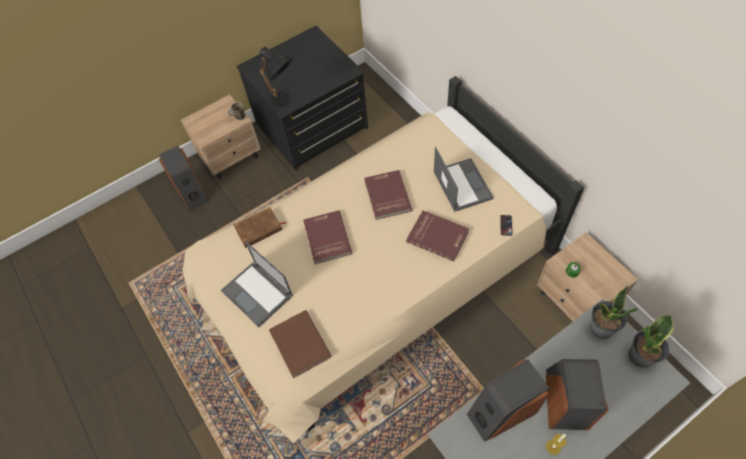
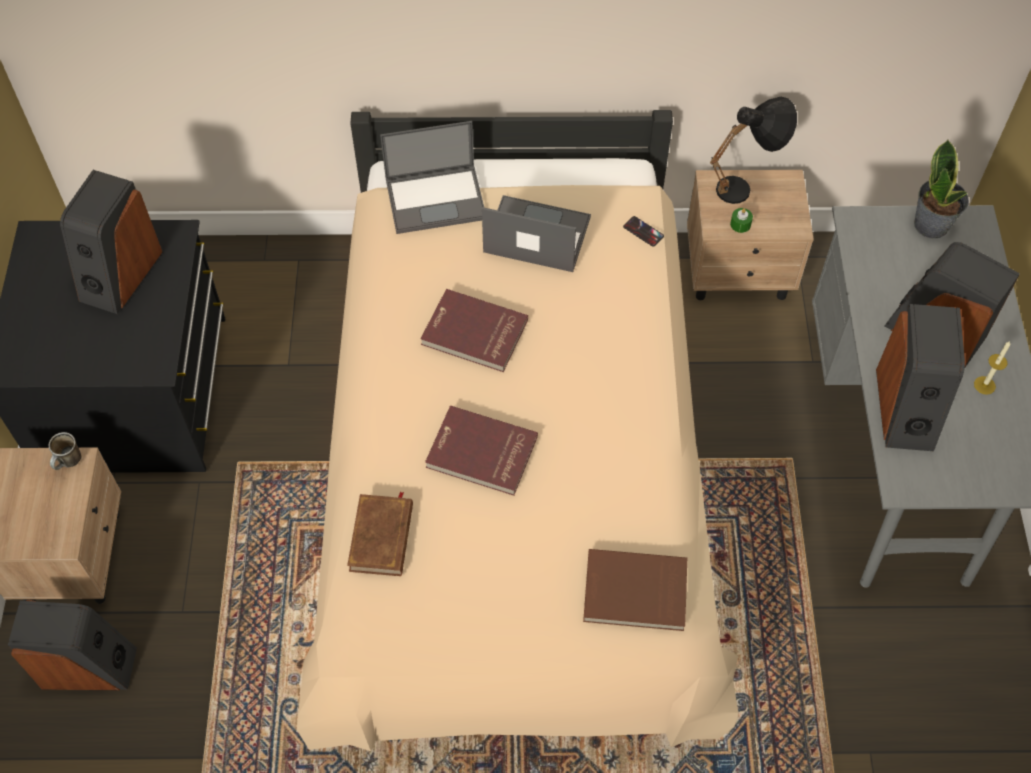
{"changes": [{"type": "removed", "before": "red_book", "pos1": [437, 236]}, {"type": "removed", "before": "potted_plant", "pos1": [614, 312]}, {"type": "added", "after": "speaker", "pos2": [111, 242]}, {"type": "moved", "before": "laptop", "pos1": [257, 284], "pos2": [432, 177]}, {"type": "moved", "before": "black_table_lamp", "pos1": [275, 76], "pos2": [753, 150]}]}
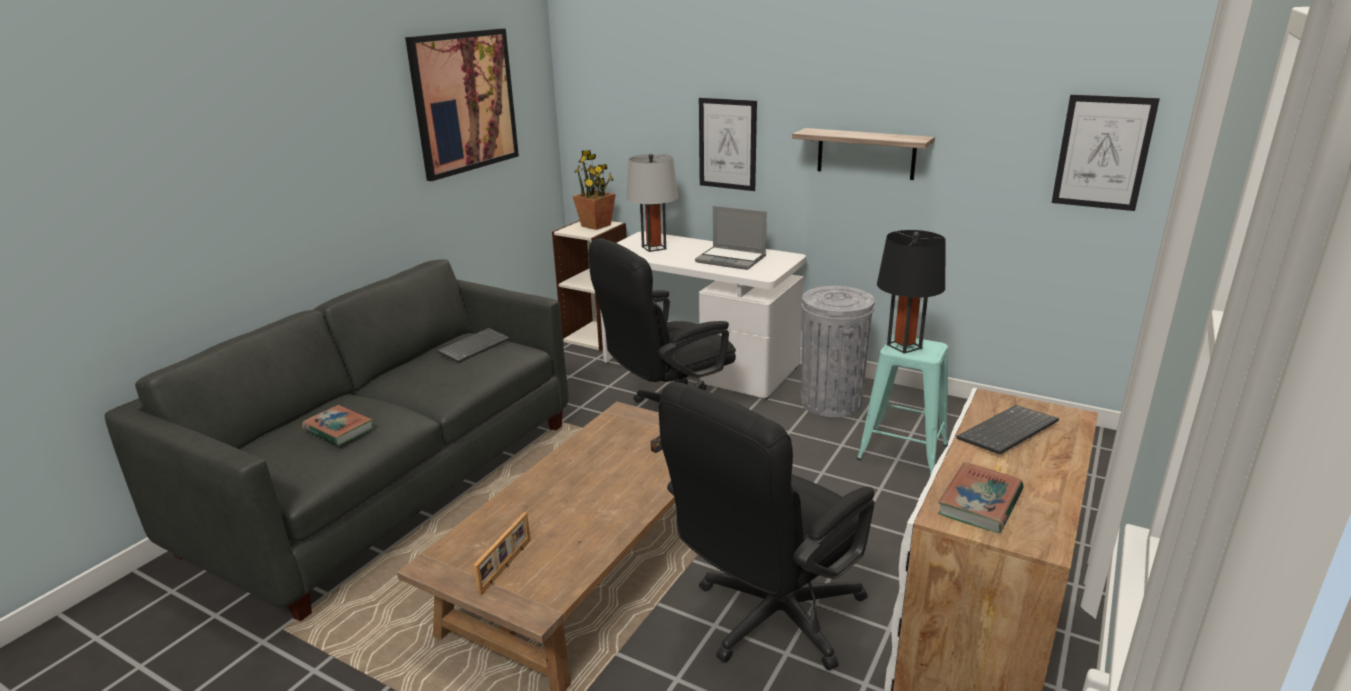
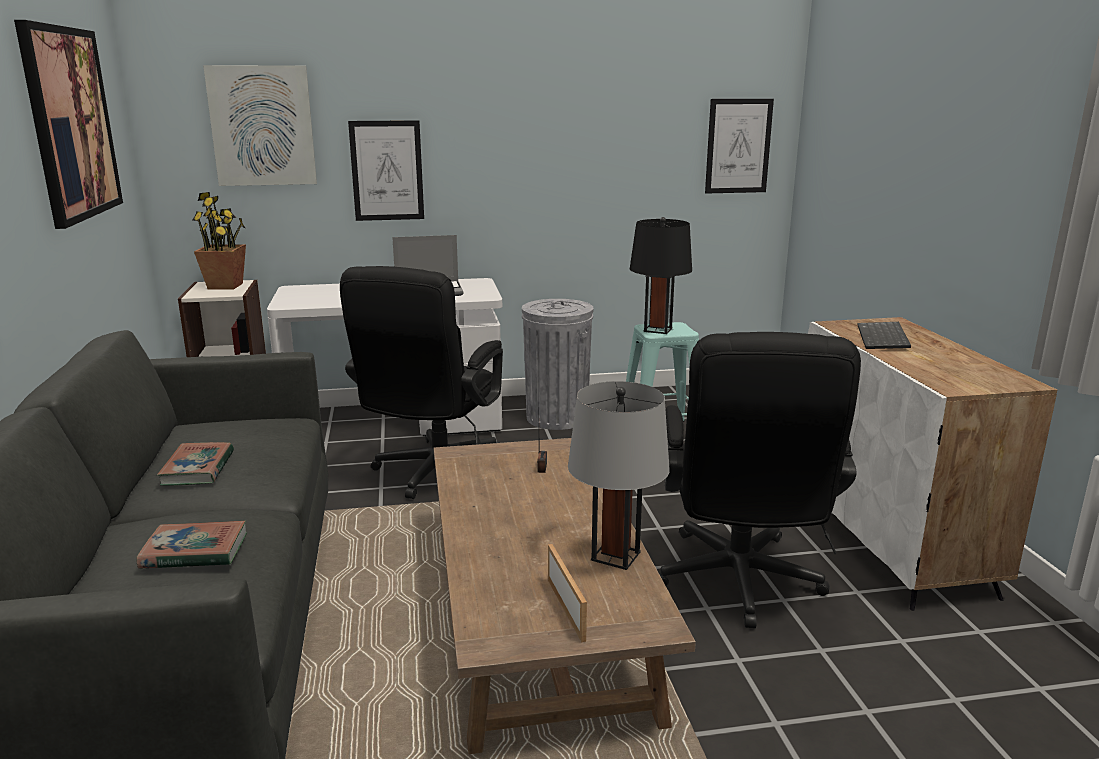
{"changes": [{"type": "removed", "before": "keyboard", "pos1": [473, 345]}, {"type": "removed", "before": "shelf", "pos1": [863, 154]}, {"type": "added", "after": "picture", "pos2": [260, 125]}, {"type": "moved", "before": "grey_table_lamp", "pos1": [652, 203], "pos2": [619, 475]}, {"type": "moved", "before": "book", "pos1": [981, 497], "pos2": [195, 464]}]}
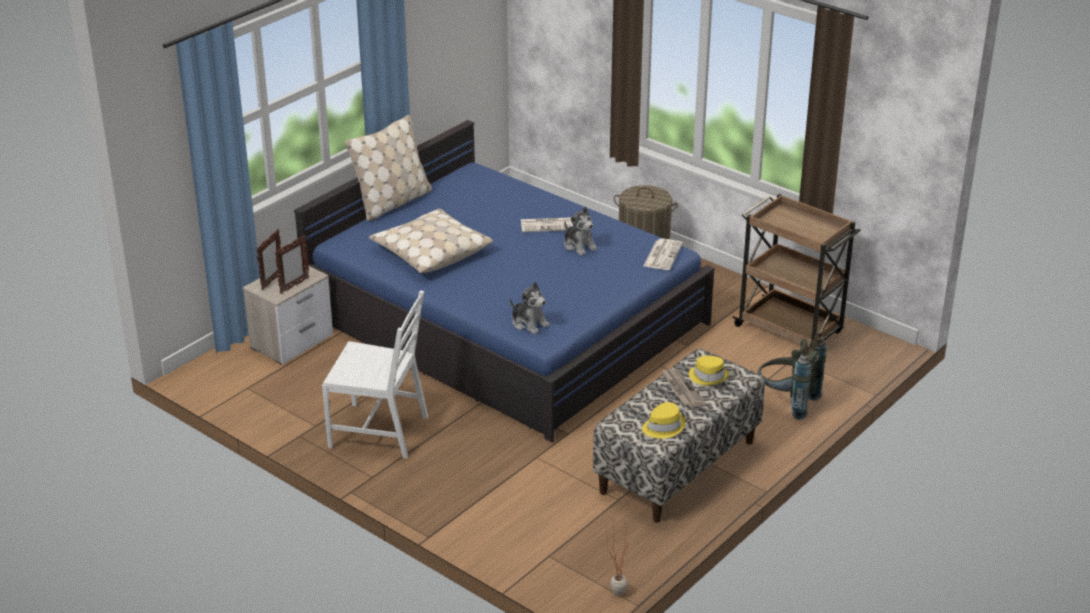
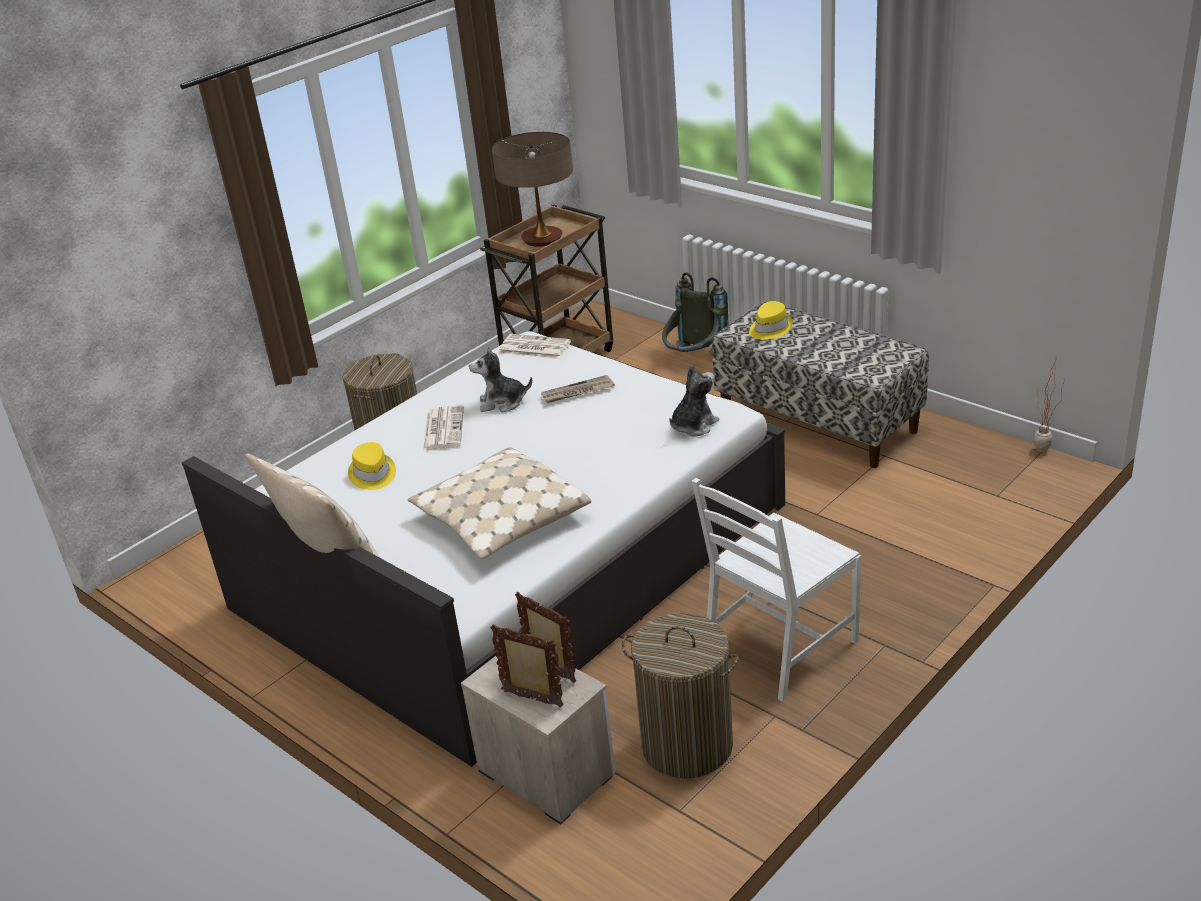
{"changes": [{"type": "added", "after": "table_lamp", "pos2": [532, 189]}, {"type": "added", "after": "laundry_basket", "pos2": [680, 695]}, {"type": "moved", "before": "yellow_hat", "pos1": [663, 420], "pos2": [372, 466]}, {"type": "moved", "before": "newspaper", "pos1": [683, 388], "pos2": [578, 389]}, {"type": "recoloured", "before": "blue_bed", "after": "white_bed", "pos1": [504, 281], "pos2": [483, 549]}, {"type": "turned", "before": "white_chair", "pos1": [375, 374], "pos2": [776, 590], "turn": -150}, {"type": "turned", "before": "plush_toy", "pos1": [581, 231], "pos2": [500, 380], "turn": -150}]}
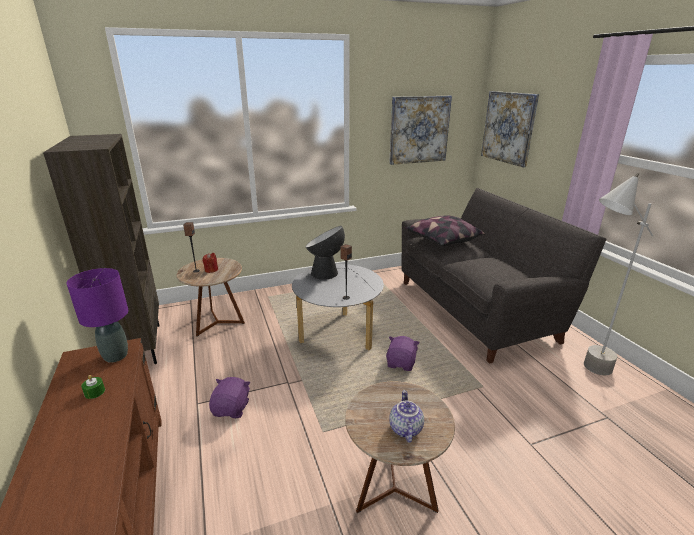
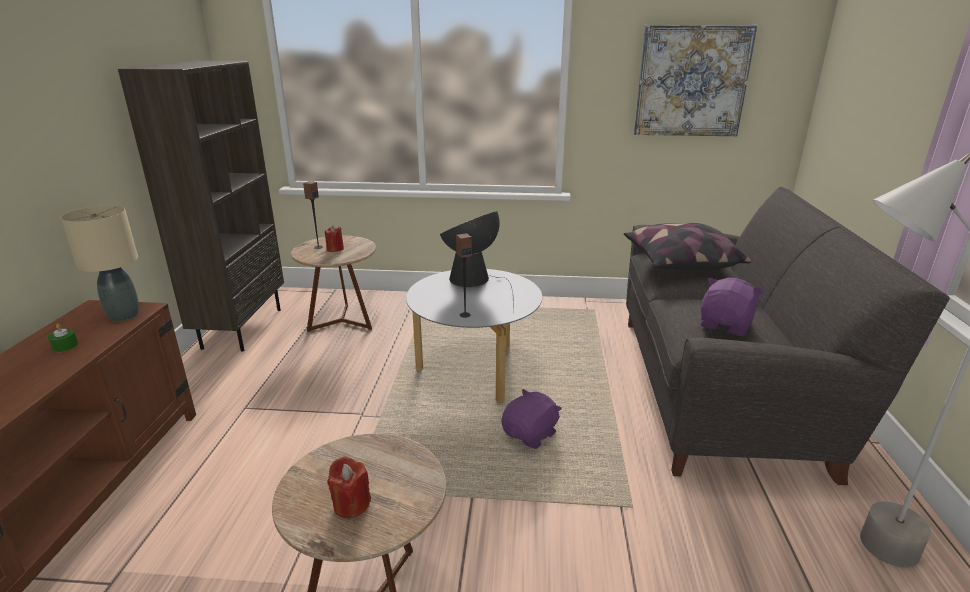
{"changes": [{"type": "removed", "before": "picture", "pos1": [510, 129]}, {"type": "moved", "before": "purple_plush_toy", "pos1": [229, 397], "pos2": [733, 307]}, {"type": "replaced", "before": "teapot", "after": "red_candle", "pos1": [406, 416], "pos2": [349, 487]}, {"type": "recoloured", "before": "purple_table_lamp", "after": "beige_table_lamp", "pos1": [97, 315], "pos2": [99, 263]}]}
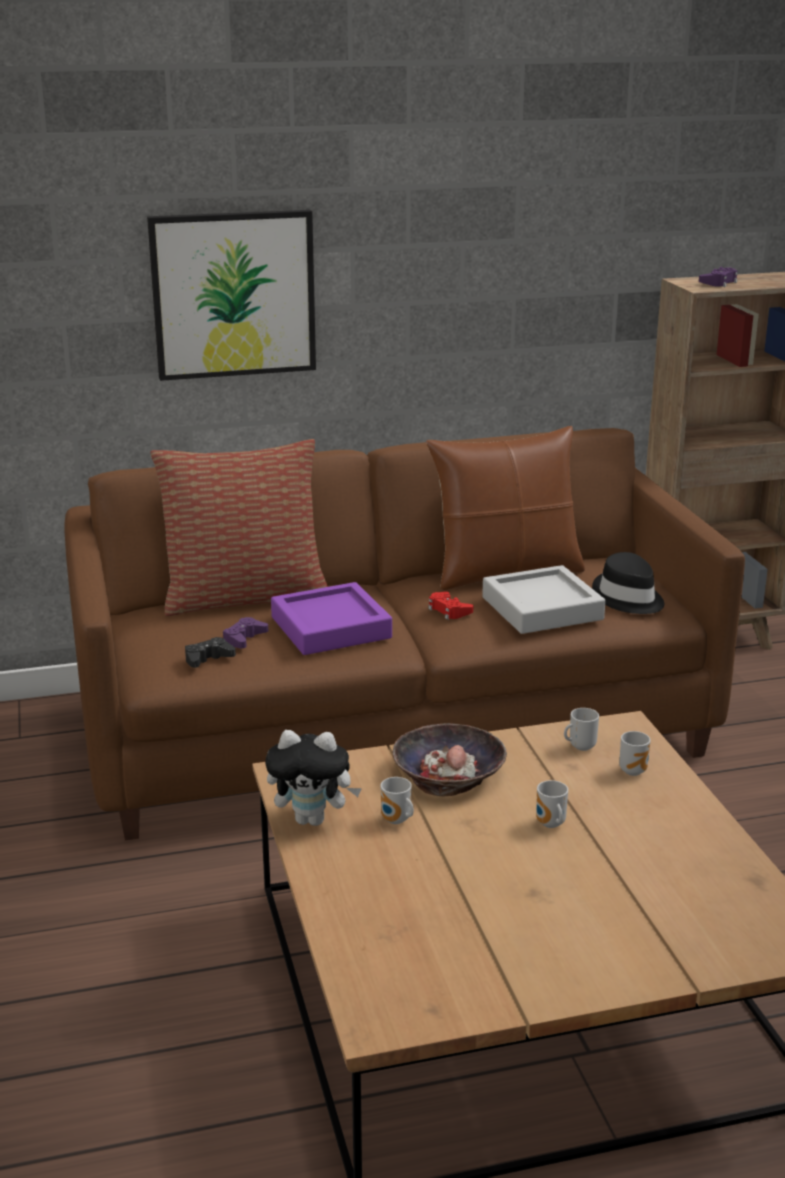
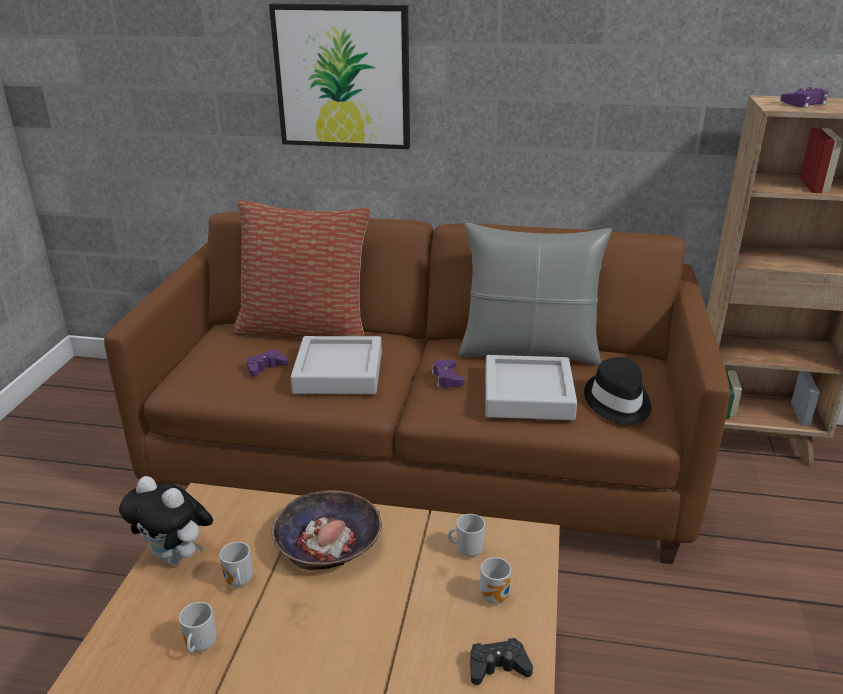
{"changes": [{"type": "moved", "before": "black_game_controller", "pos1": [210, 652], "pos2": [501, 661]}, {"type": "moved", "before": "mug", "pos1": [552, 804], "pos2": [198, 627]}, {"type": "recoloured", "before": "purple_tray", "after": "grey_tray", "pos1": [331, 618], "pos2": [336, 365]}, {"type": "recoloured", "before": "brown_pillow", "after": "grey_pillow", "pos1": [505, 508], "pos2": [535, 294]}, {"type": "recoloured", "before": "red_game_controller", "after": "purple_game_controller", "pos1": [450, 605], "pos2": [448, 373]}]}
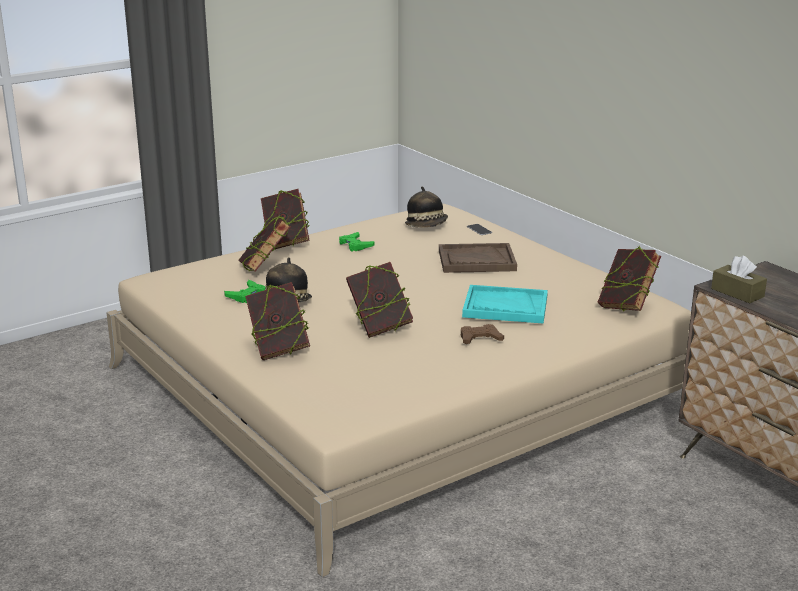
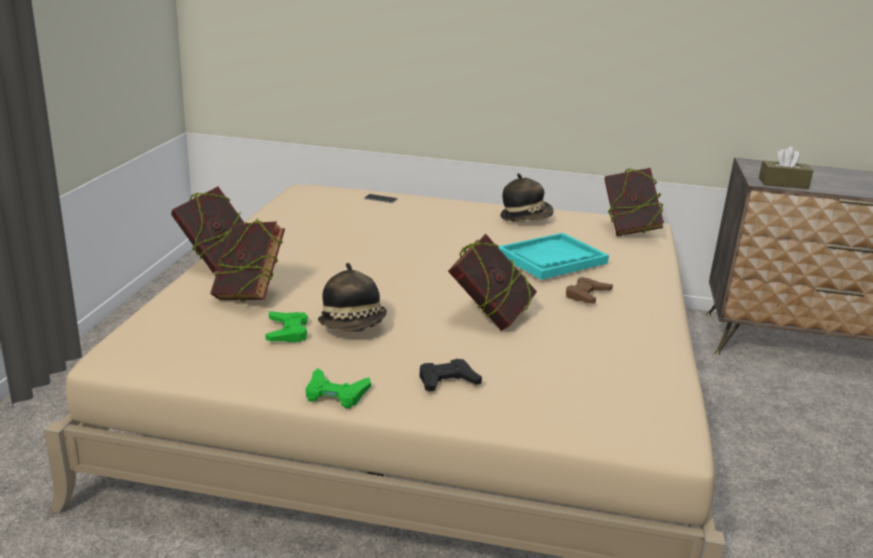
{"changes": [{"type": "removed", "before": "brown_tray", "pos1": [478, 258]}, {"type": "moved", "before": "green_game_controller", "pos1": [357, 242], "pos2": [338, 388]}, {"type": "moved", "before": "hat", "pos1": [426, 207], "pos2": [527, 197]}, {"type": "replaced", "before": "book", "after": "black_game_controller", "pos1": [277, 321], "pos2": [450, 375]}]}
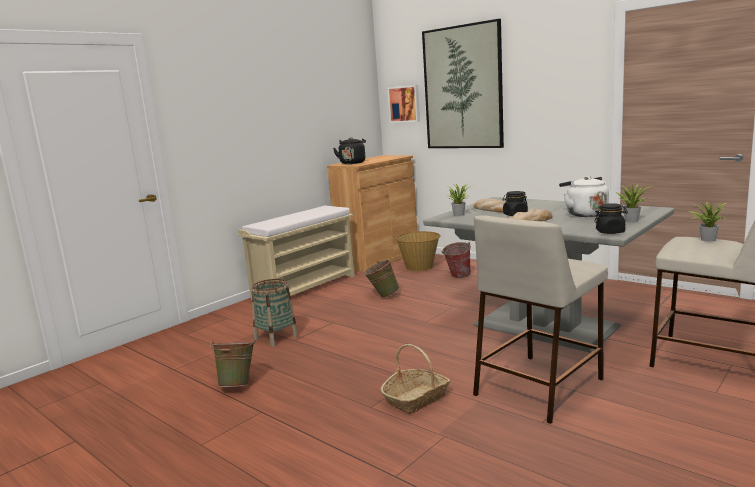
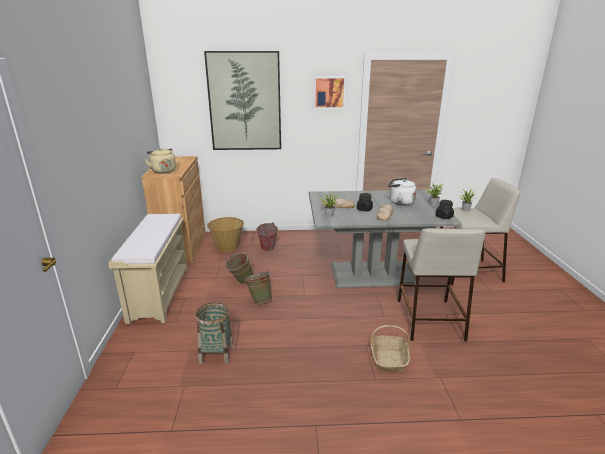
{"changes": [{"type": "moved", "before": "green_bucket", "pos1": [232, 363], "pos2": [258, 287]}, {"type": "moved", "before": "picture", "pos1": [404, 104], "pos2": [330, 92]}, {"type": "recoloured", "before": "black_kettle", "after": "beige_kettle", "pos1": [349, 150], "pos2": [160, 160]}]}
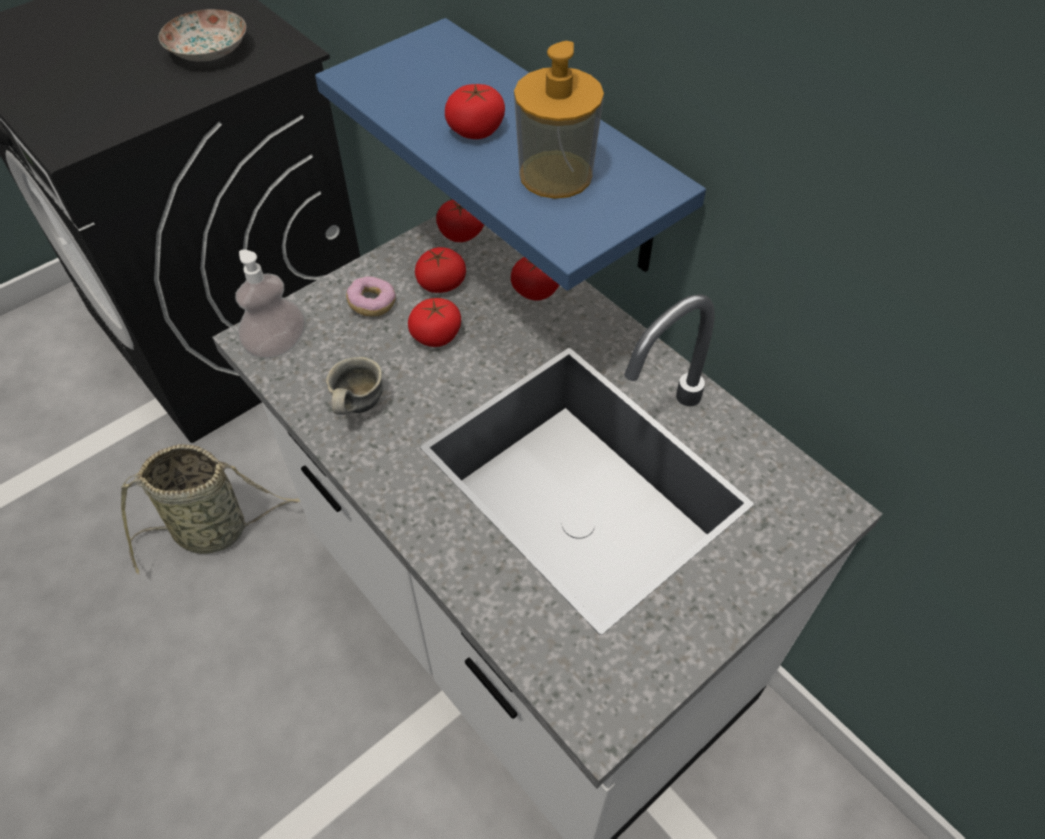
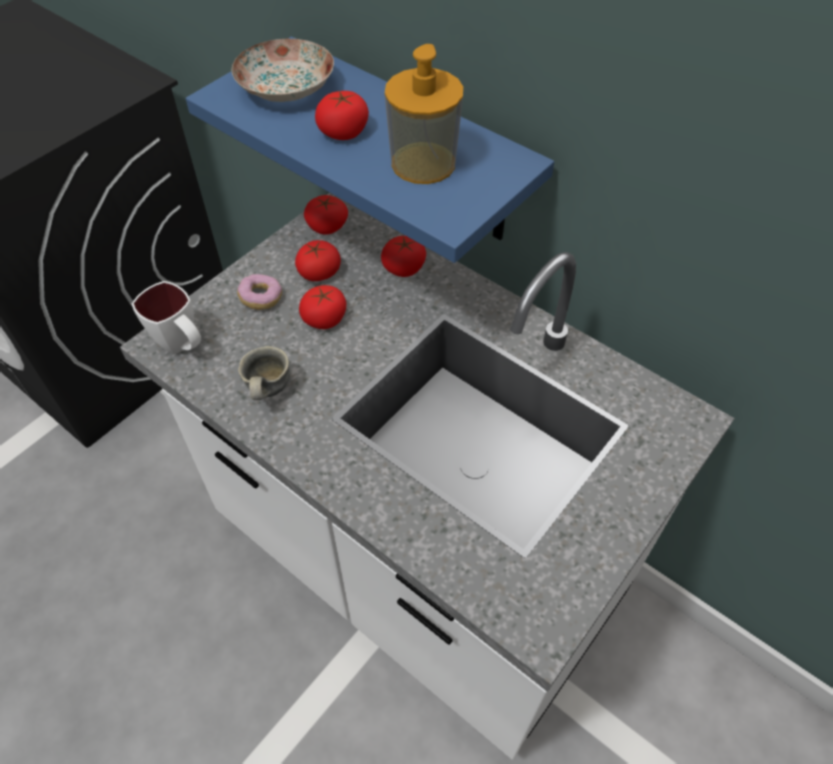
{"changes": [{"type": "removed", "before": "basket", "pos1": [210, 509]}, {"type": "moved", "before": "plate", "pos1": [202, 35], "pos2": [283, 70]}, {"type": "replaced", "before": "soap_dispenser", "after": "white_mug", "pos1": [270, 303], "pos2": [166, 317]}]}
